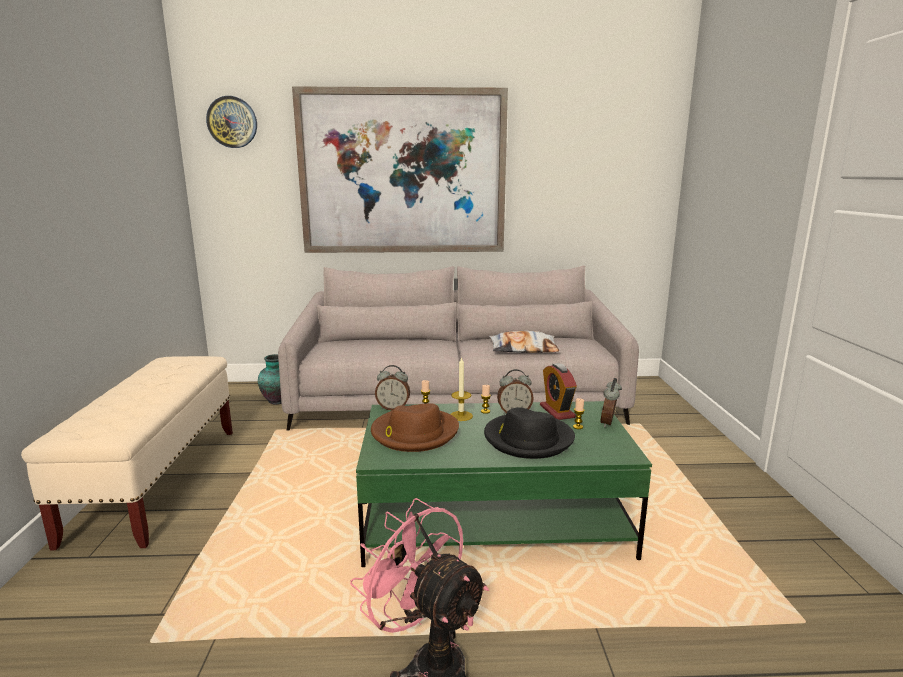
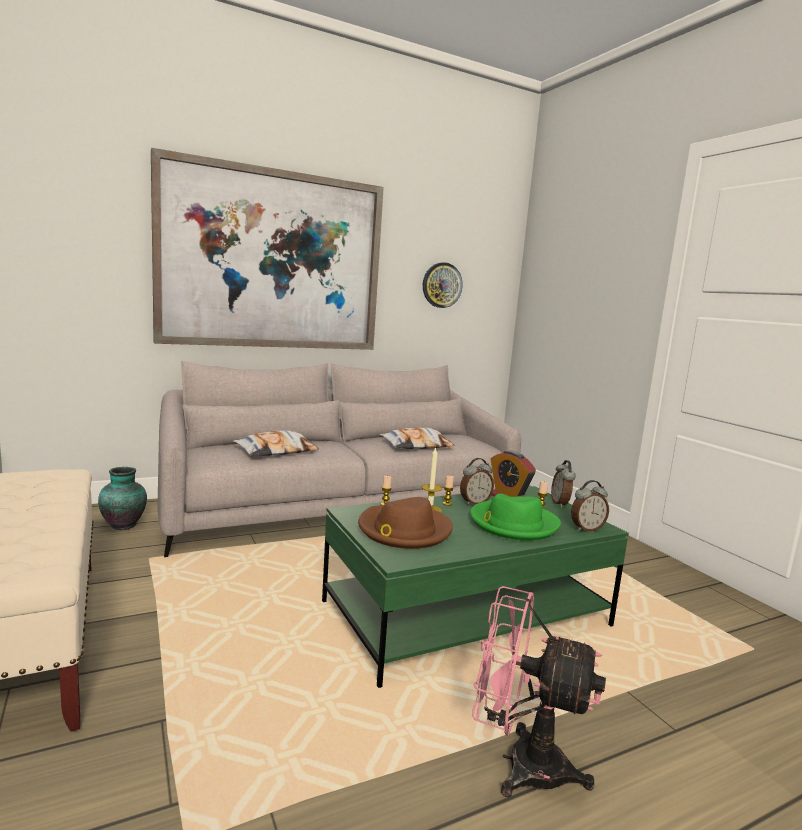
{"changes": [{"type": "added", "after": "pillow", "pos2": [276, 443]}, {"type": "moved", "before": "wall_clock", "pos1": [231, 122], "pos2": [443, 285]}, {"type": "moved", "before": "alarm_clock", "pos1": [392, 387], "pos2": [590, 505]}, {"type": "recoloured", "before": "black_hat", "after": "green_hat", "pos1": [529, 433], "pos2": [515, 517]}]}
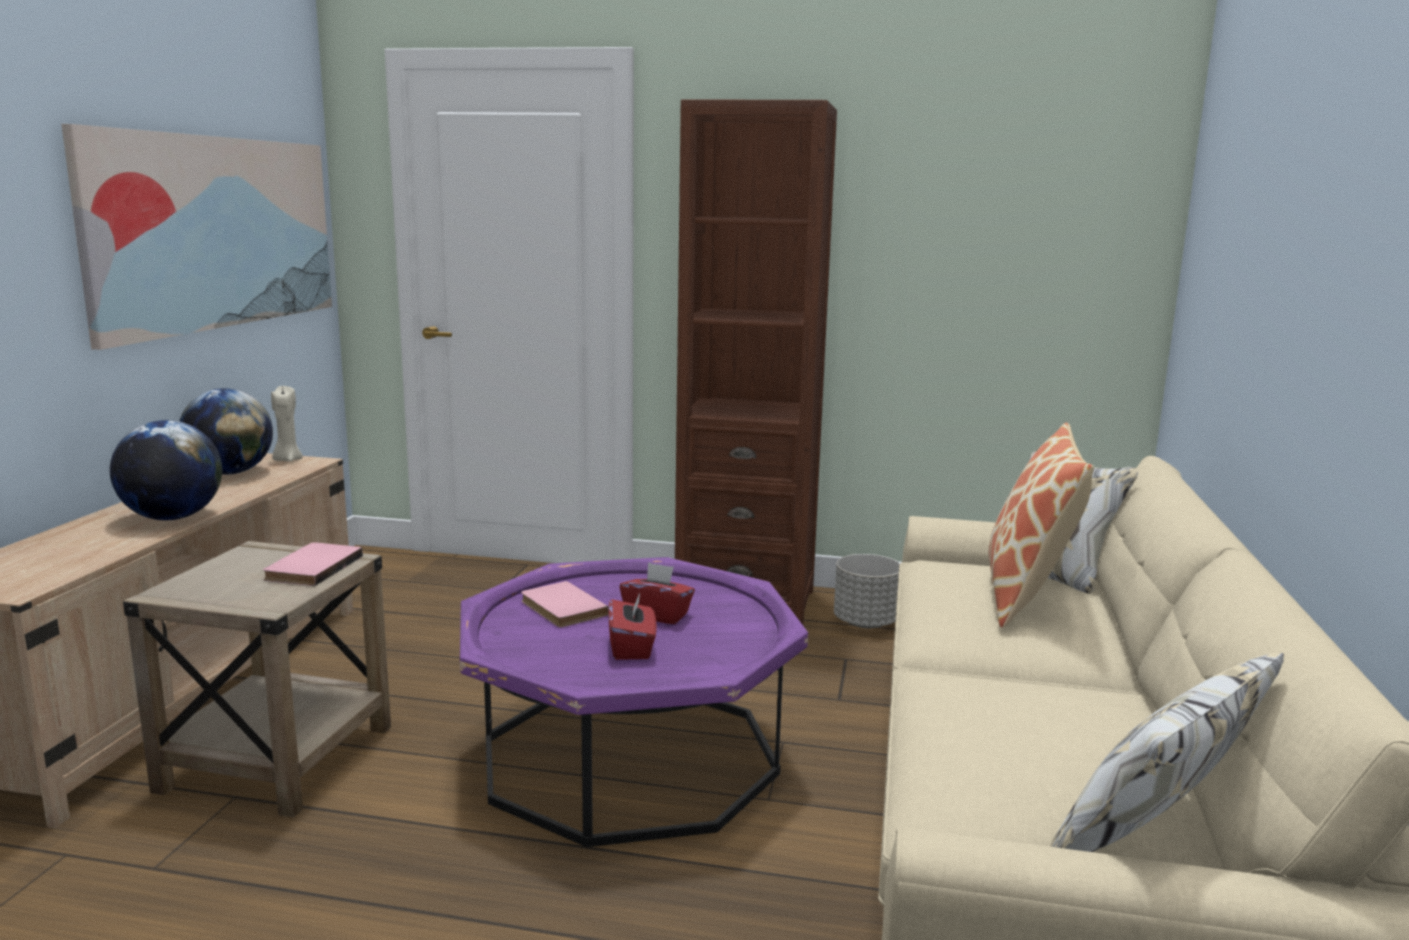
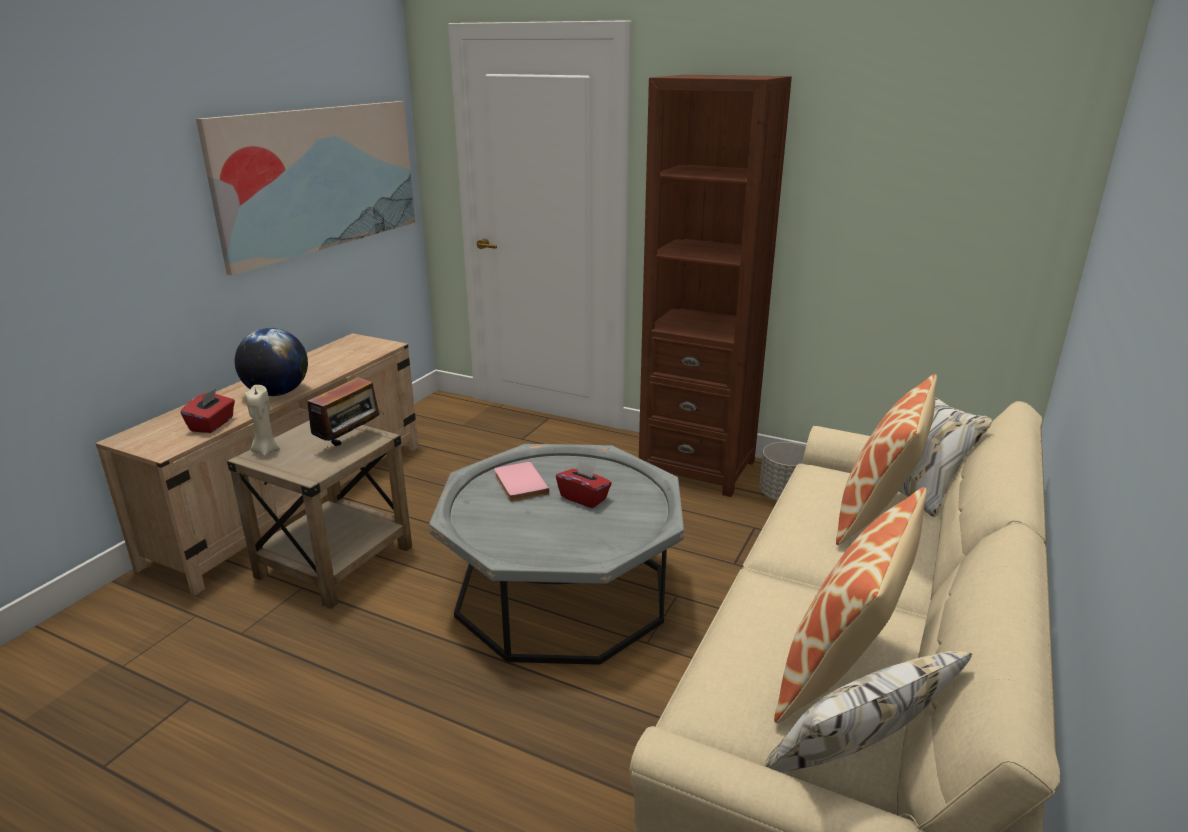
{"changes": [{"type": "removed", "before": "globe", "pos1": [226, 431]}, {"type": "added", "after": "pillow", "pos2": [850, 605]}, {"type": "moved", "before": "beige_candle", "pos1": [287, 424], "pos2": [262, 420]}, {"type": "moved", "before": "red_tissue_box", "pos1": [632, 625], "pos2": [208, 411]}, {"type": "replaced", "before": "pink_book", "after": "radio", "pos1": [313, 564], "pos2": [345, 412]}, {"type": "recoloured", "before": "purple_coffee_table", "after": "grey_coffee_table", "pos1": [634, 702], "pos2": [556, 554]}]}
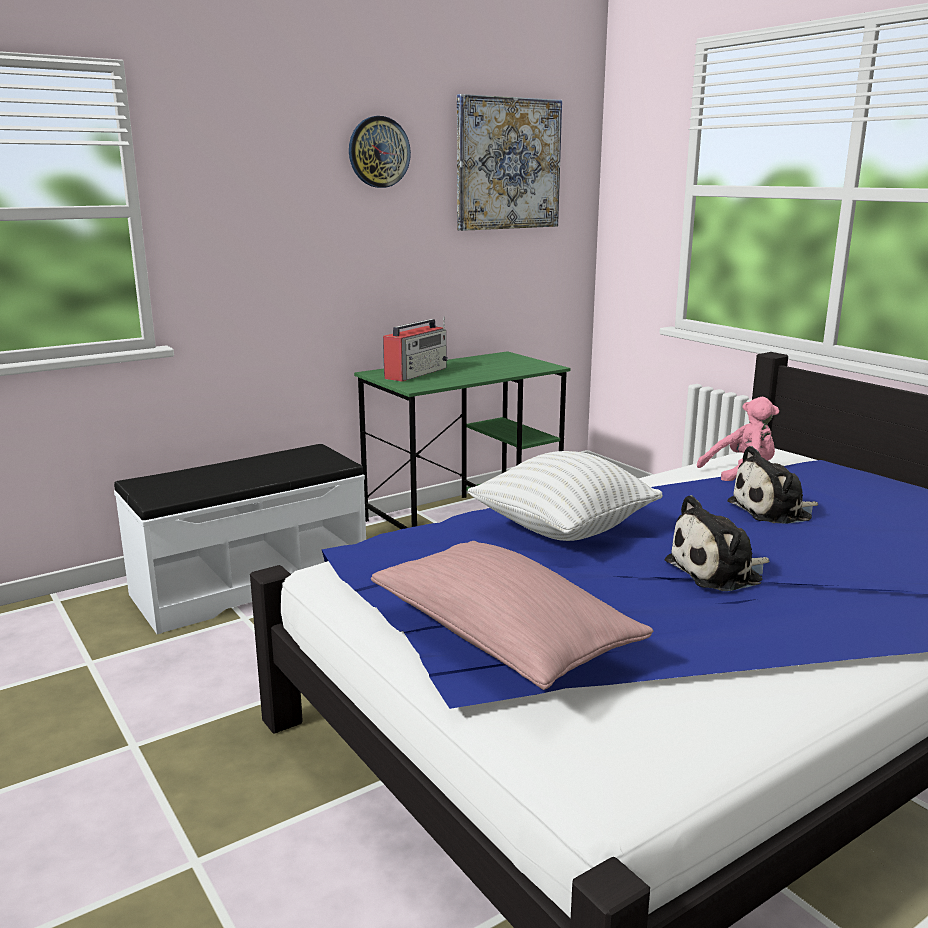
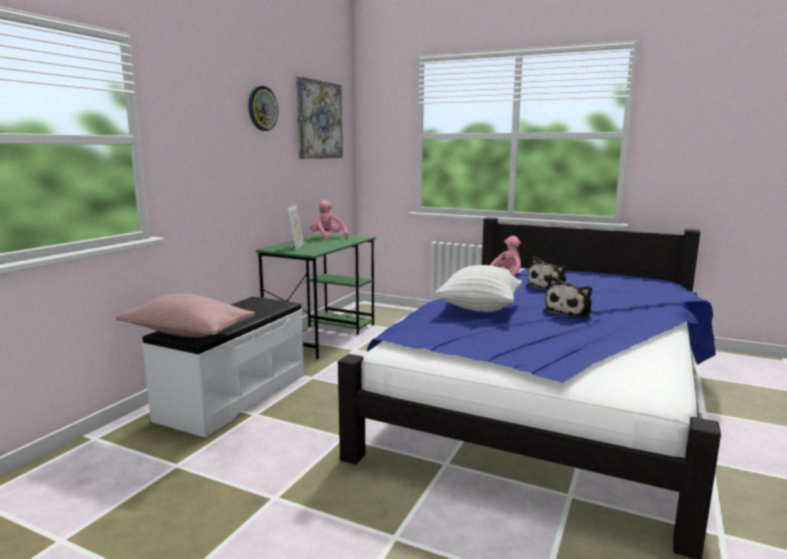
{"changes": [{"type": "added", "after": "pink_plush_toy", "pos2": [329, 220]}, {"type": "moved", "before": "pink_pillow", "pos1": [512, 615], "pos2": [185, 315]}, {"type": "replaced", "before": "radio", "after": "picture_frame", "pos1": [415, 349], "pos2": [295, 227]}]}
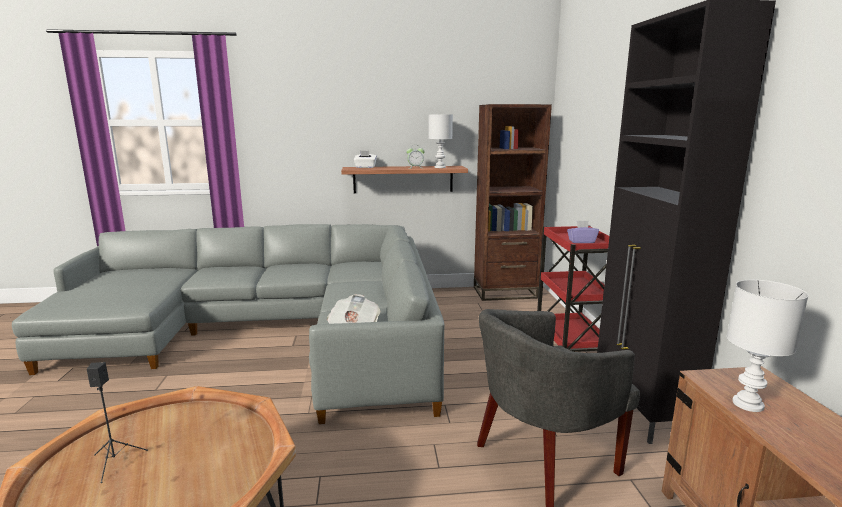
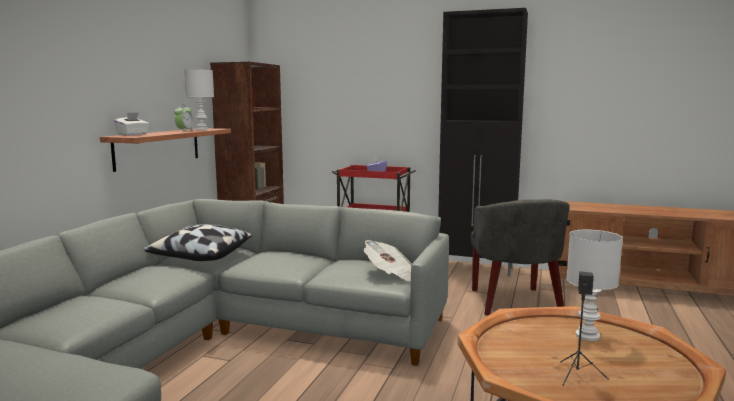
{"changes": [{"type": "added", "after": "pillow", "pos2": [198, 242]}, {"type": "moved", "before": "white_table_lamp", "pos1": [768, 346], "pos2": [594, 285]}]}
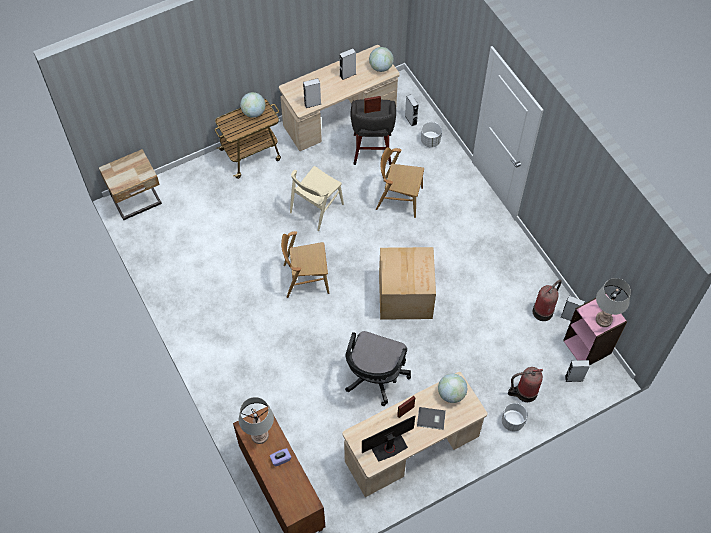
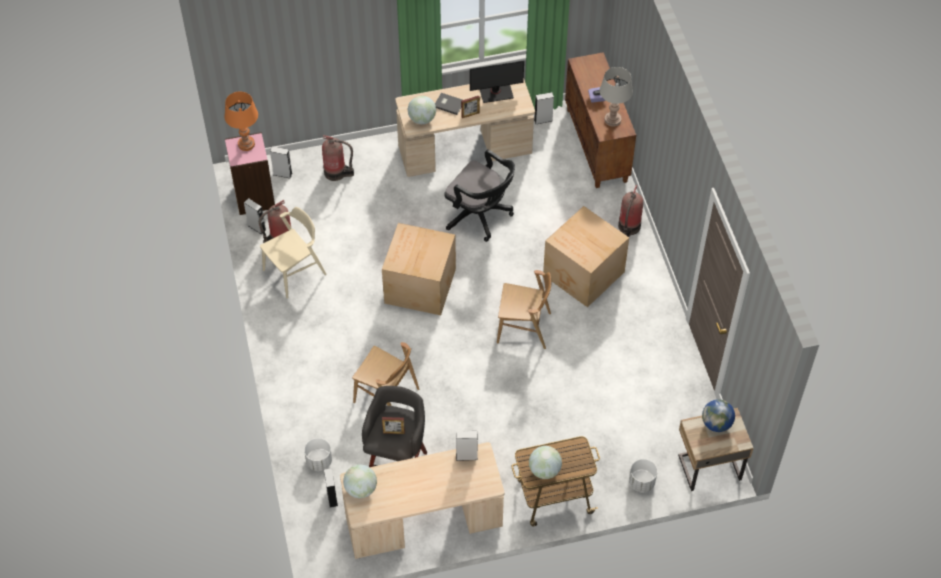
{"changes": [{"type": "added", "after": "cardboard_box", "pos2": [586, 256]}, {"type": "added", "after": "fire_extinguisher", "pos2": [630, 211]}, {"type": "added", "after": "globe", "pos2": [718, 415]}, {"type": "moved", "before": "beige_chair", "pos1": [317, 198], "pos2": [293, 252]}, {"type": "moved", "before": "grey_speaker", "pos1": [347, 64], "pos2": [544, 108]}, {"type": "moved", "before": "white_planter", "pos1": [514, 417], "pos2": [643, 475]}, {"type": "recoloured", "before": "grey_table_lamp", "after": "orange_table_lamp", "pos1": [613, 302], "pos2": [241, 121]}, {"type": "turned", "before": "black_office_chair", "pos1": [378, 368], "pos2": [479, 195], "turn": 90}]}
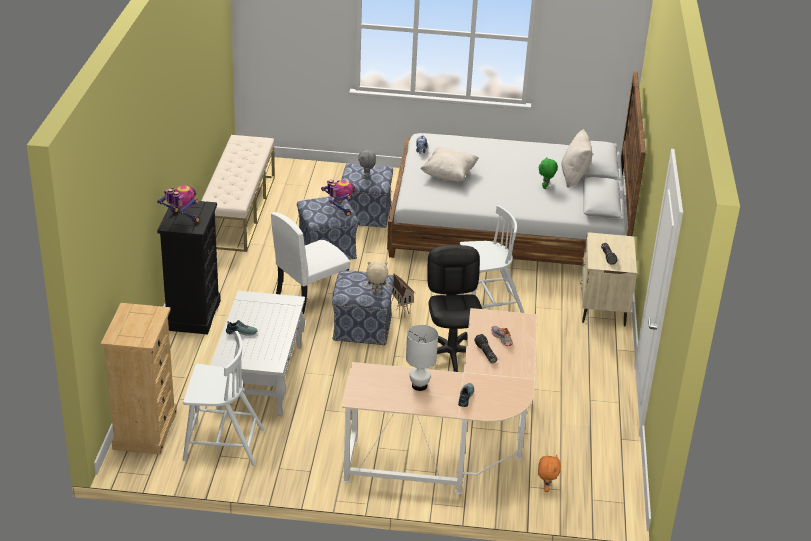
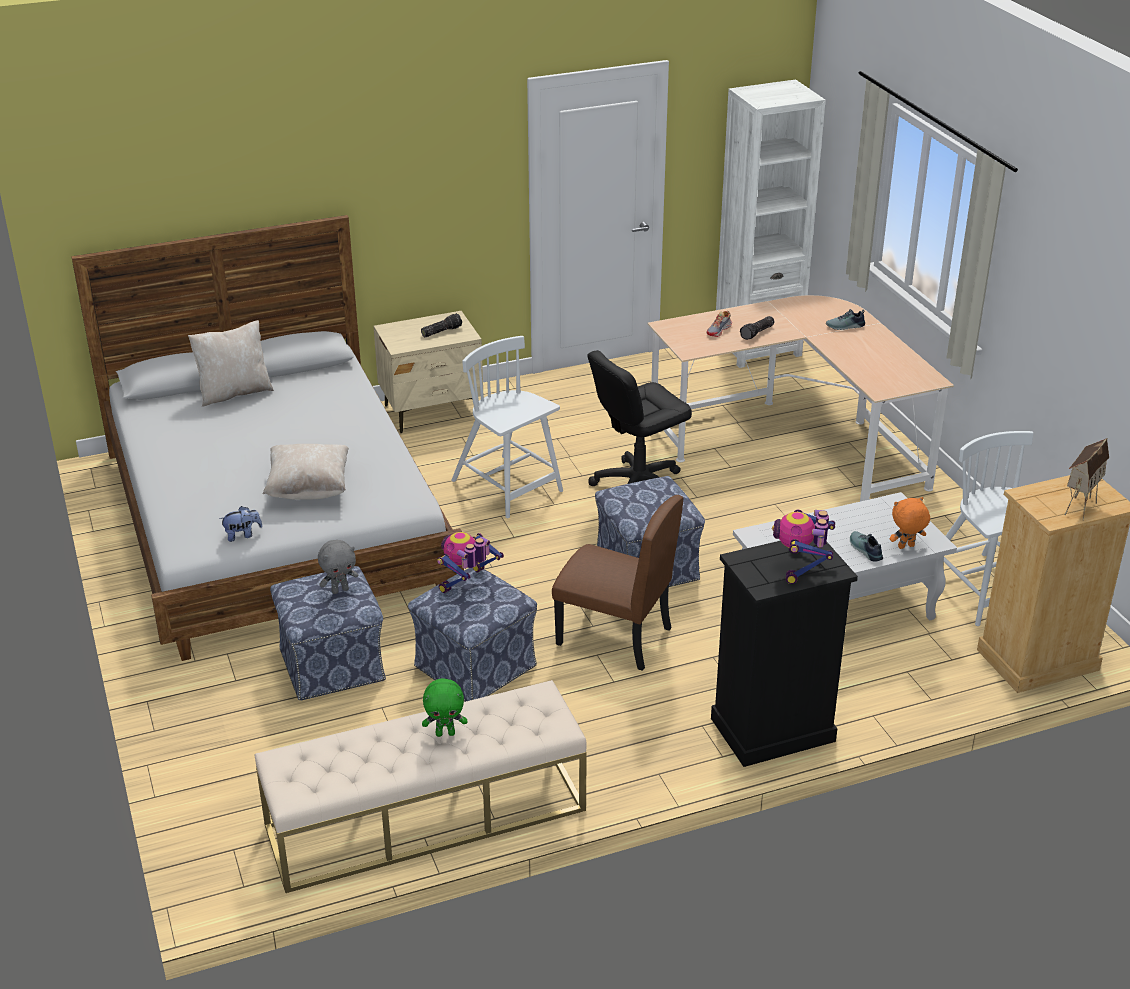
{"changes": [{"type": "removed", "before": "beige_plush_toy", "pos1": [377, 277]}, {"type": "removed", "before": "white_table_lamp", "pos1": [422, 358]}, {"type": "added", "after": "white_bookcase", "pos2": [771, 224]}, {"type": "moved", "before": "toy_house", "pos1": [403, 295], "pos2": [1087, 479]}, {"type": "moved", "before": "orange_plush_toy", "pos1": [549, 473], "pos2": [910, 523]}, {"type": "moved", "before": "green_plush_toy", "pos1": [548, 173], "pos2": [444, 707]}, {"type": "recoloured", "before": "white_chair", "after": "brown_chair", "pos1": [310, 263], "pos2": [617, 583]}]}
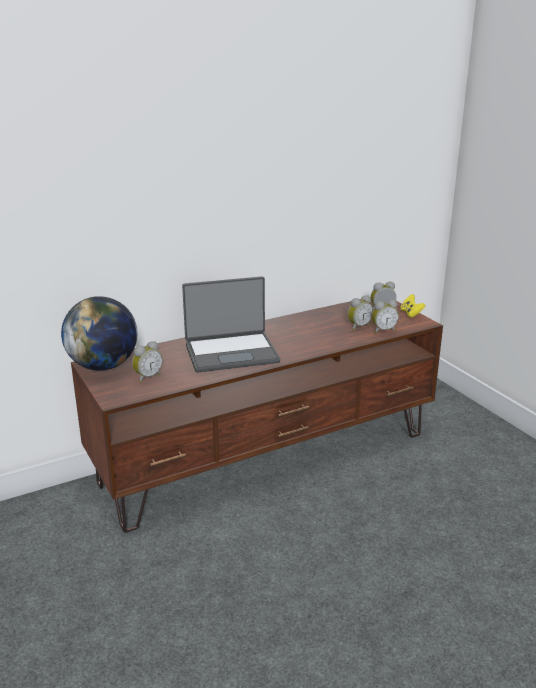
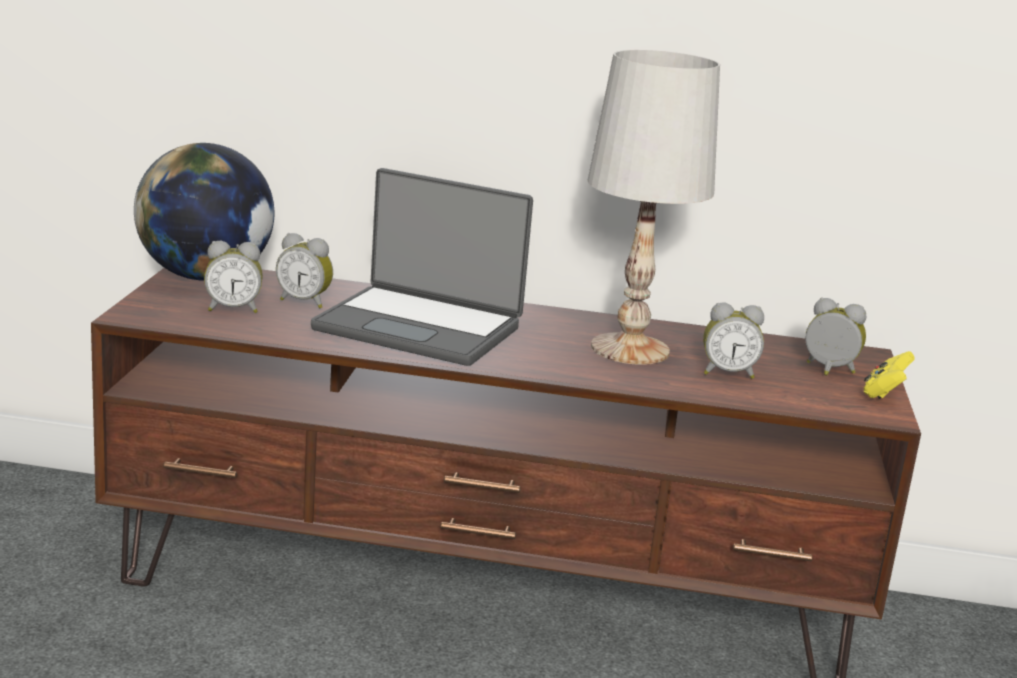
{"changes": [{"type": "added", "after": "white_table_lamp", "pos2": [654, 207]}, {"type": "moved", "before": "alarm_clock", "pos1": [385, 316], "pos2": [304, 270]}]}
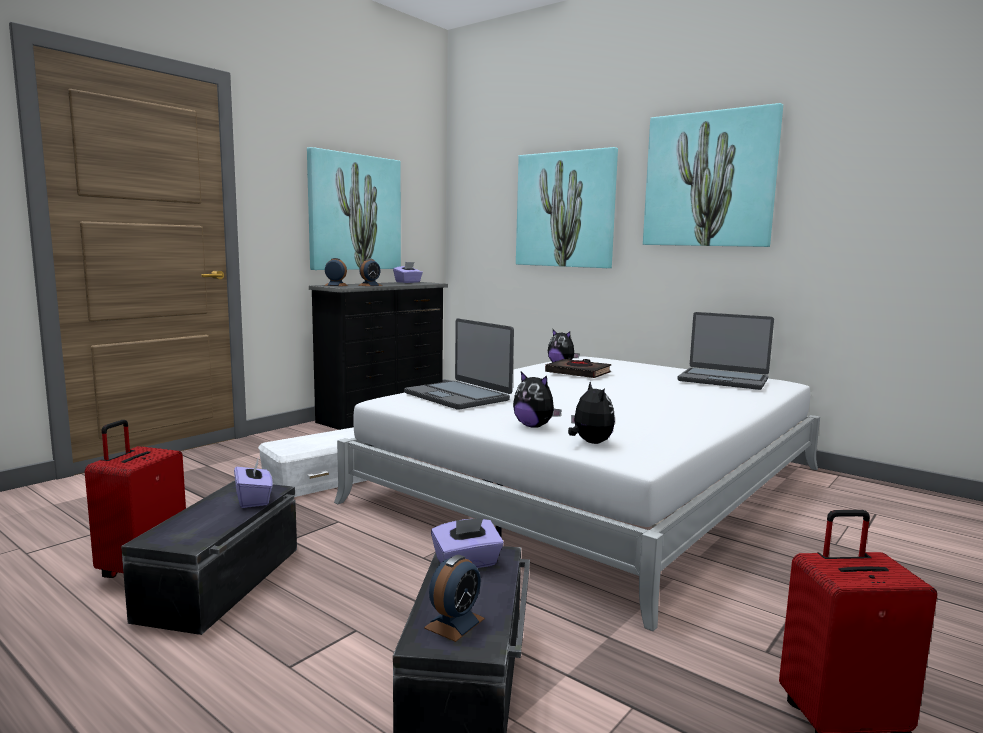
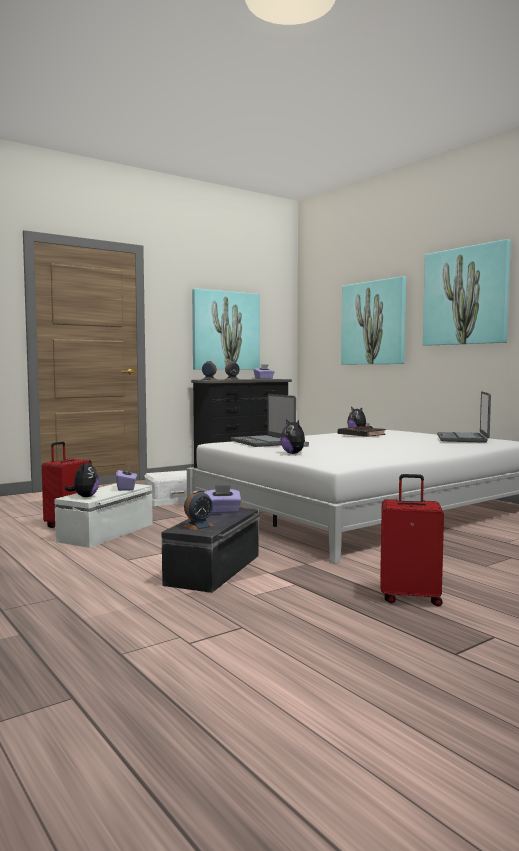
{"changes": [{"type": "moved", "before": "plush_toy", "pos1": [591, 412], "pos2": [82, 478]}, {"type": "recoloured", "before": "black_storage_box", "after": "white_storage_box", "pos1": [209, 558], "pos2": [103, 515]}, {"type": "turned", "before": "laptop", "pos1": [725, 351], "pos2": [464, 417], "turn": 60}]}
